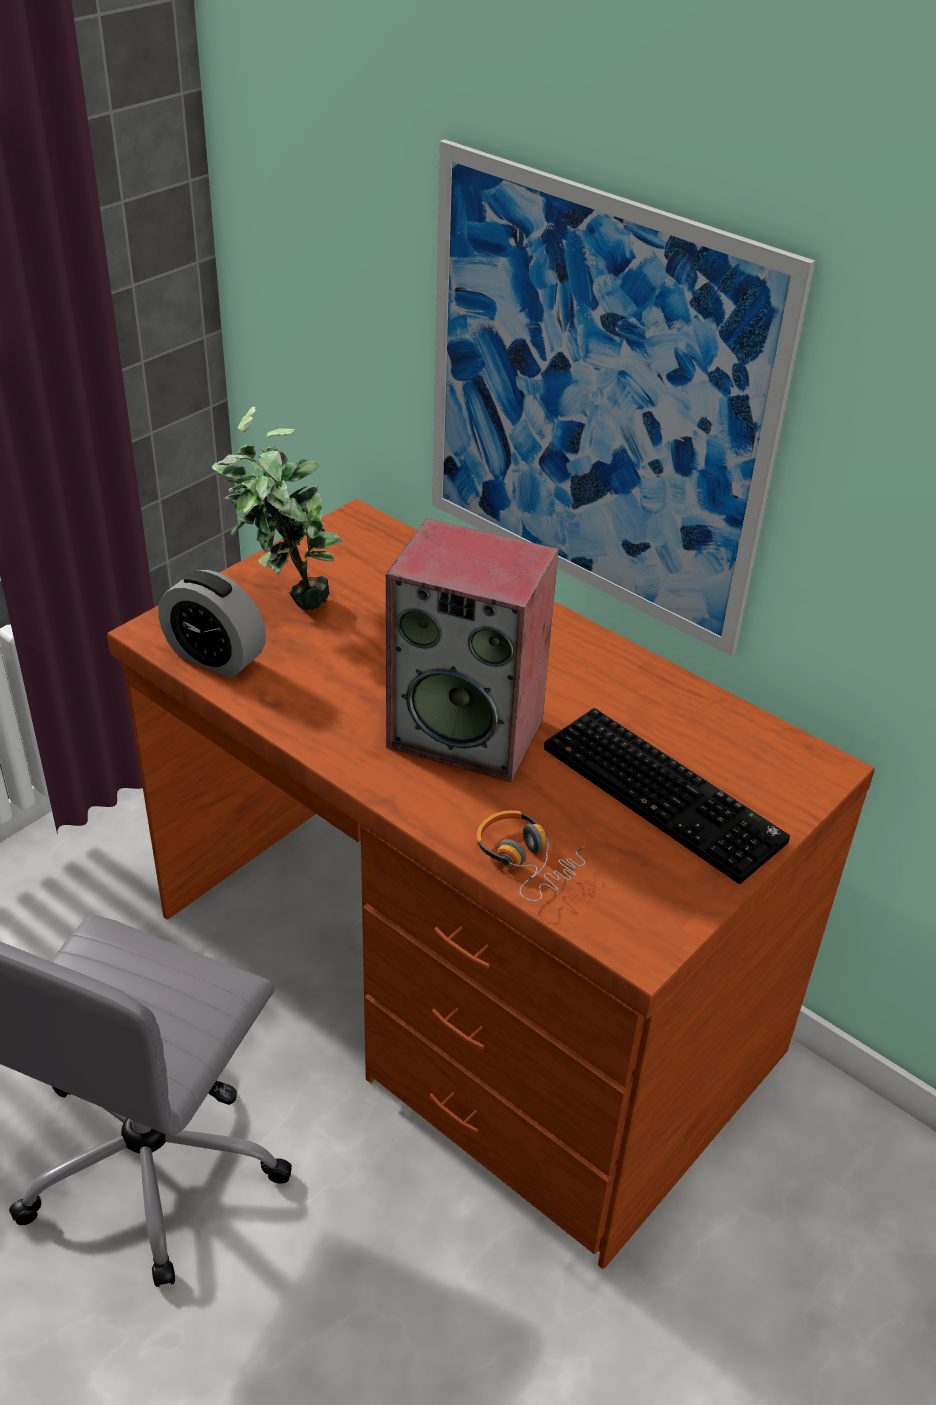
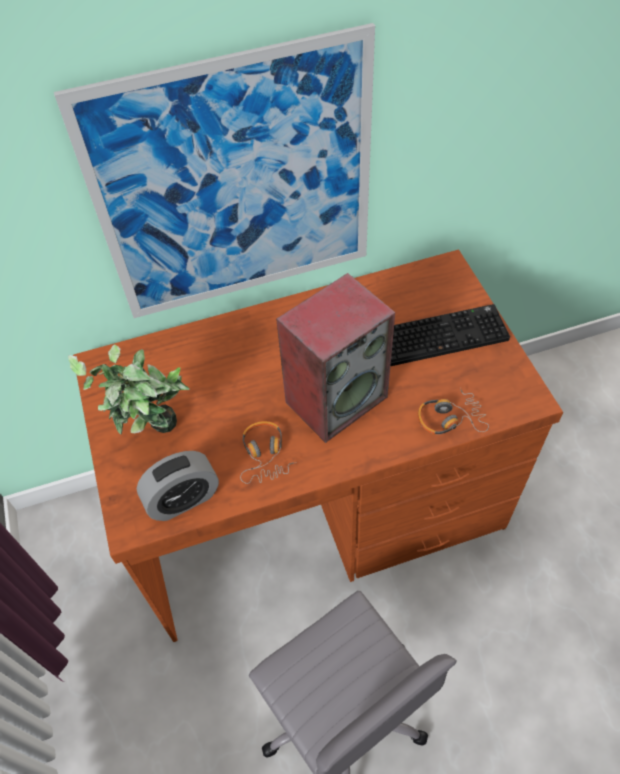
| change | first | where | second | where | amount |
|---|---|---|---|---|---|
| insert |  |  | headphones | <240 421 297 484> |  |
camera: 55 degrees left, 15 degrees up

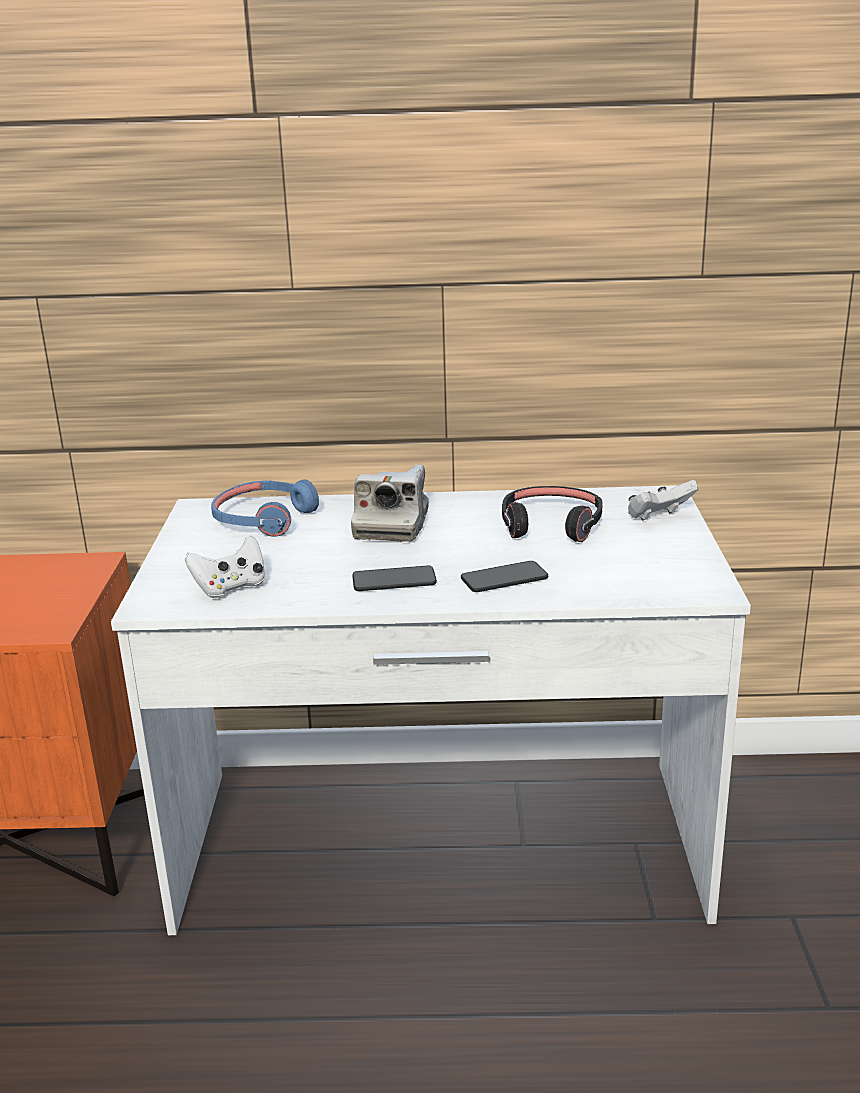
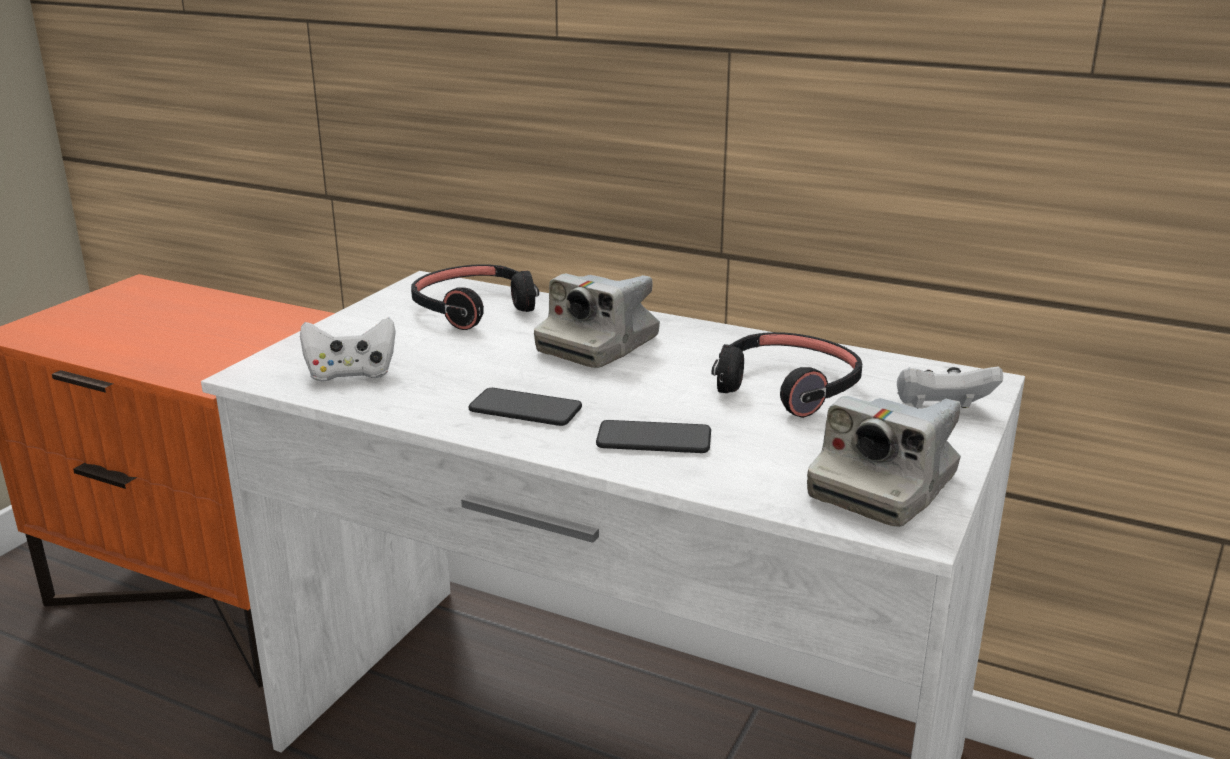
| change | first | where | second | where | amount |
|---|---|---|---|---|---|
| recolor | bluish headphones | <211 479 319 537> | black-coloured headphones | <411 264 539 330> |  |
| insert |  |  | still camera | <807 396 961 527> |  |
camera: 25 degrees right, 0 degrees up

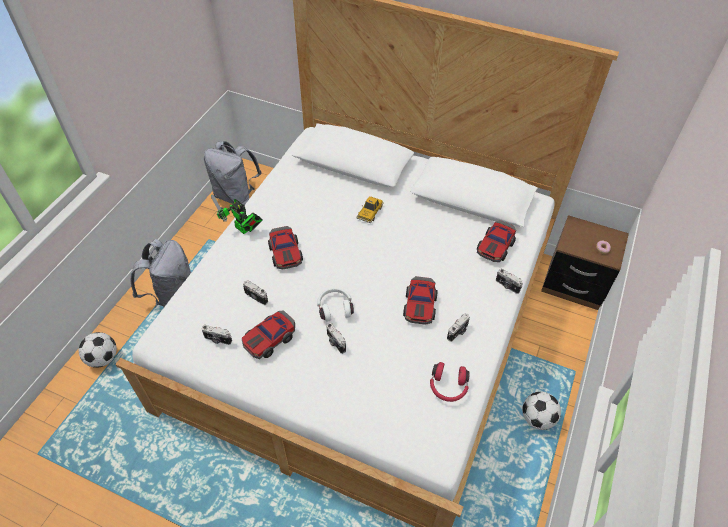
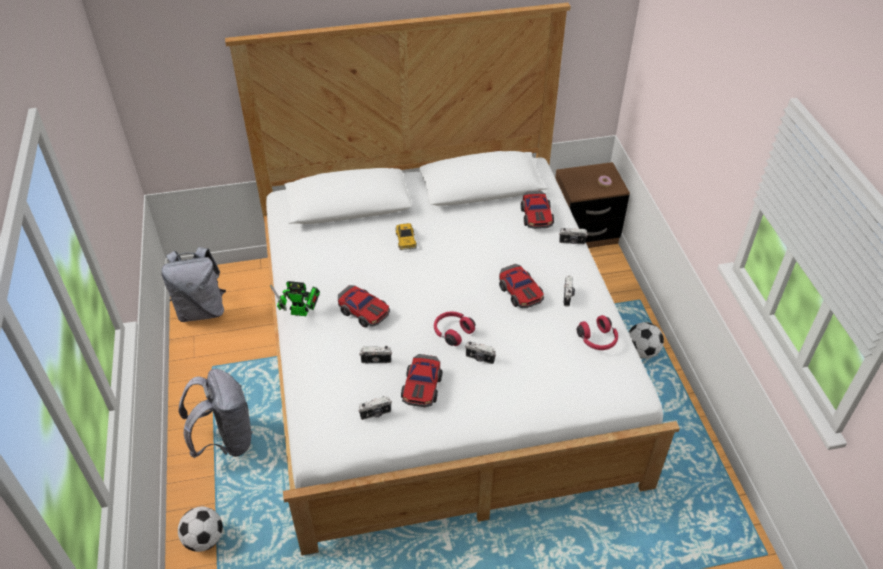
| change | first | where | second | where | amount |
|---|---|---|---|---|---|
| recolor | white headphones | <317 288 354 322> | reddish headphones | <434 312 475 346> |  |
camera: 35 degrees left, 5 degrees down

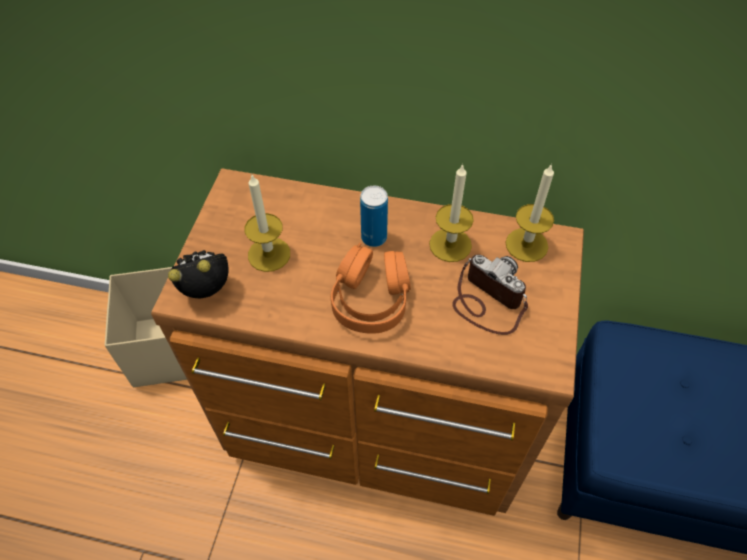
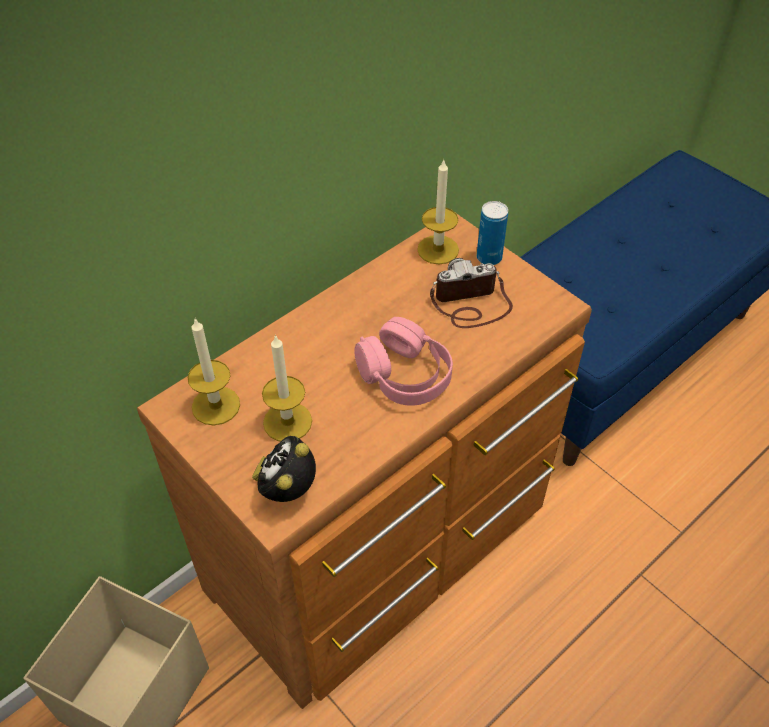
| change | first | where | second | where | amount |
|---|---|---|---|---|---|
| recolor | orange headphones | <331 243 411 334> | pink headphones | <354 317 453 406> |  |
| move | sealed can | <360 186 388 247> |  | <476 201 508 265> |  |
| move | wax candle | <429 164 474 262> |  | <187 318 240 425> |  |
camera: 55 degrees left, 5 degrees down

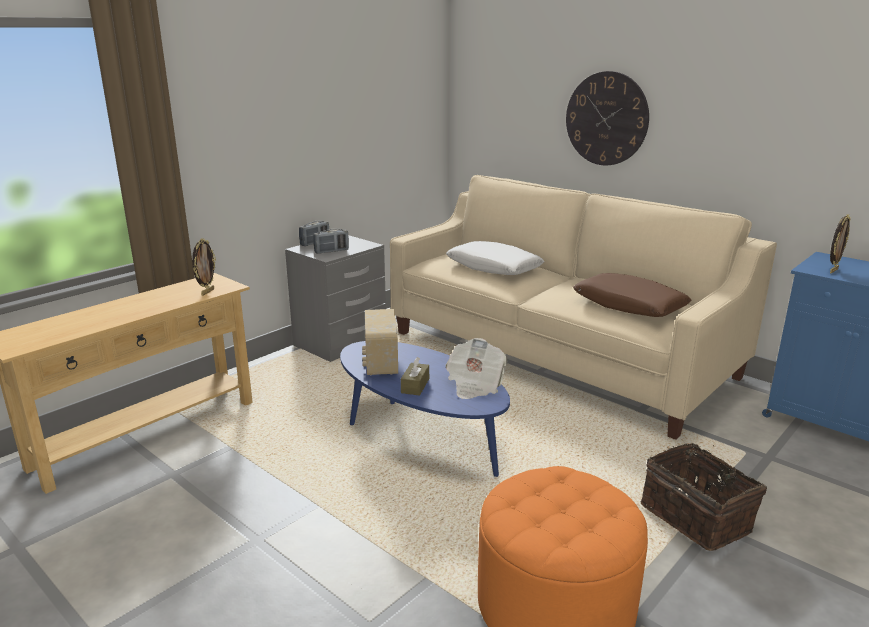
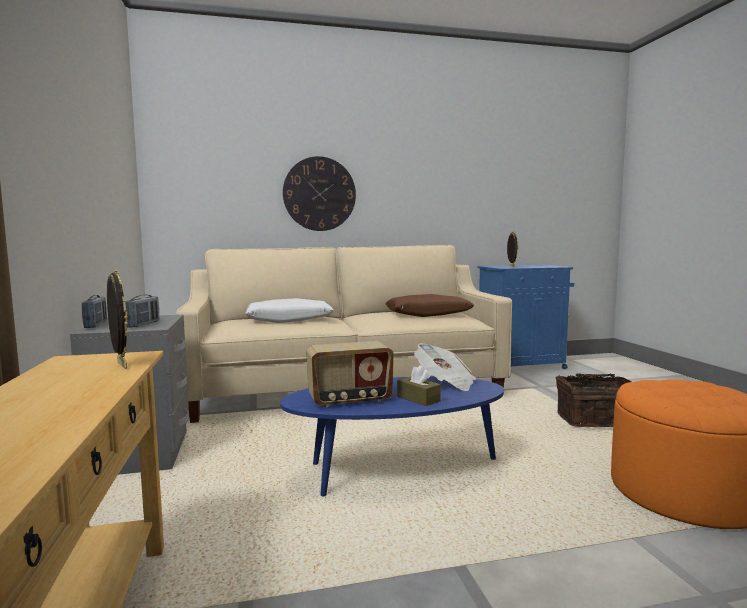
| change | first | where | second | where | amount |
|---|---|---|---|---|---|
| rotate | radio receiver | <362 309 398 375> |  | <306 341 394 408> | 45 degrees counterclockwise |
camera: 55 degrees left, 15 degrees down

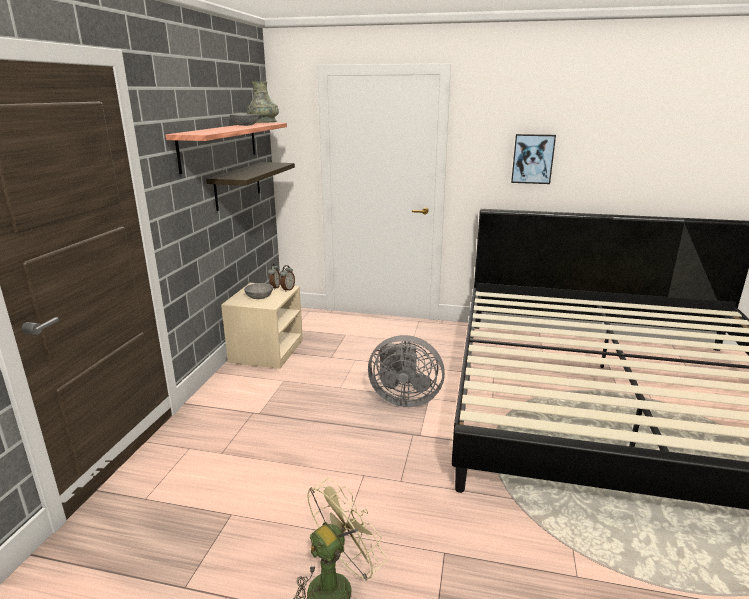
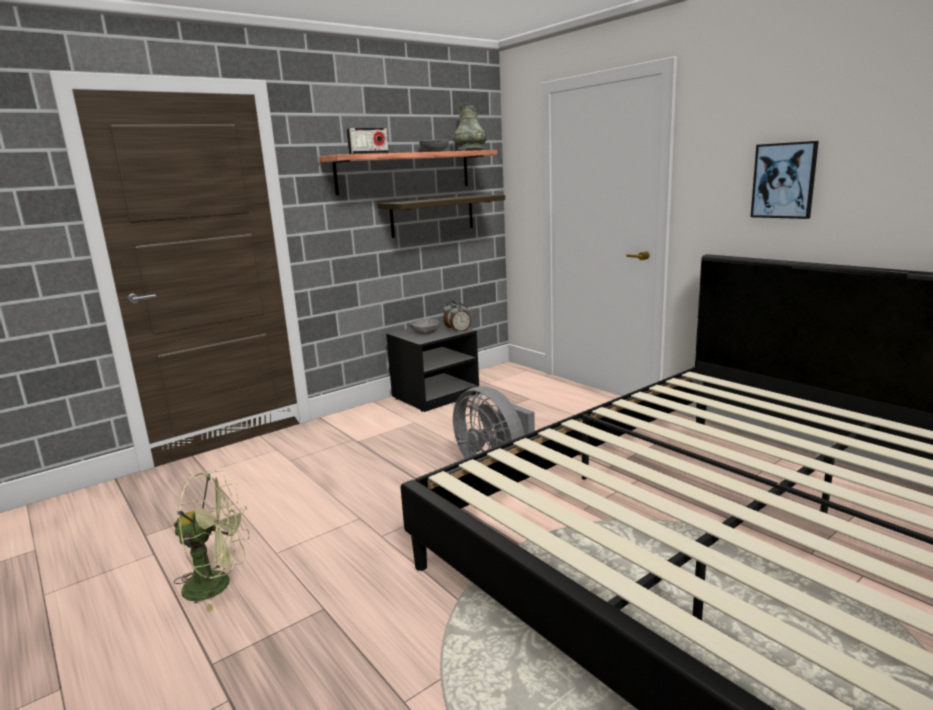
| change | first | where | second | where | amount |
|---|---|---|---|---|---|
| recolor | beige-coloured nightstand | <221 283 303 369> | black-coloured nightstand | <386 321 479 412> |  |
| insert |  |  | radio receiver | <346 128 389 154> |  |
camera: 40 degrees right, 5 degrees down

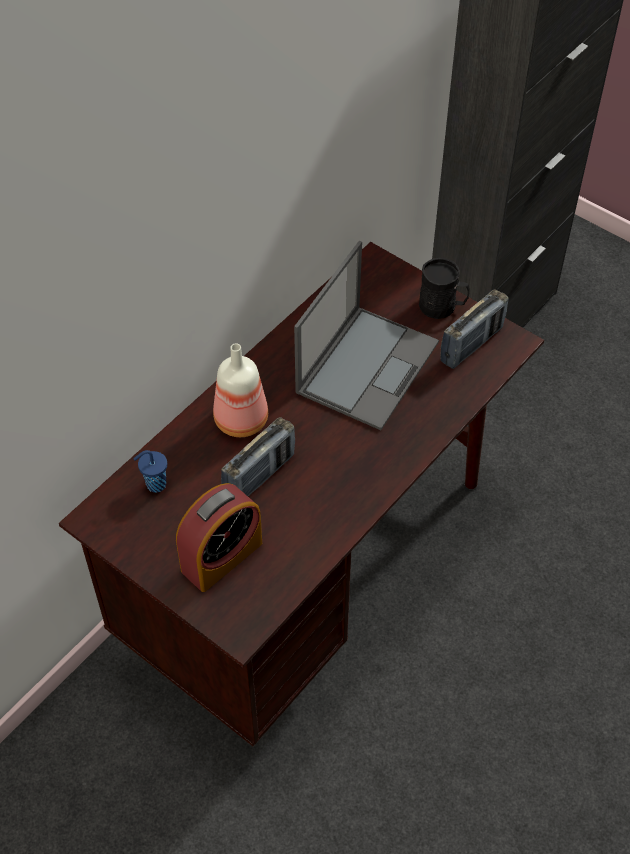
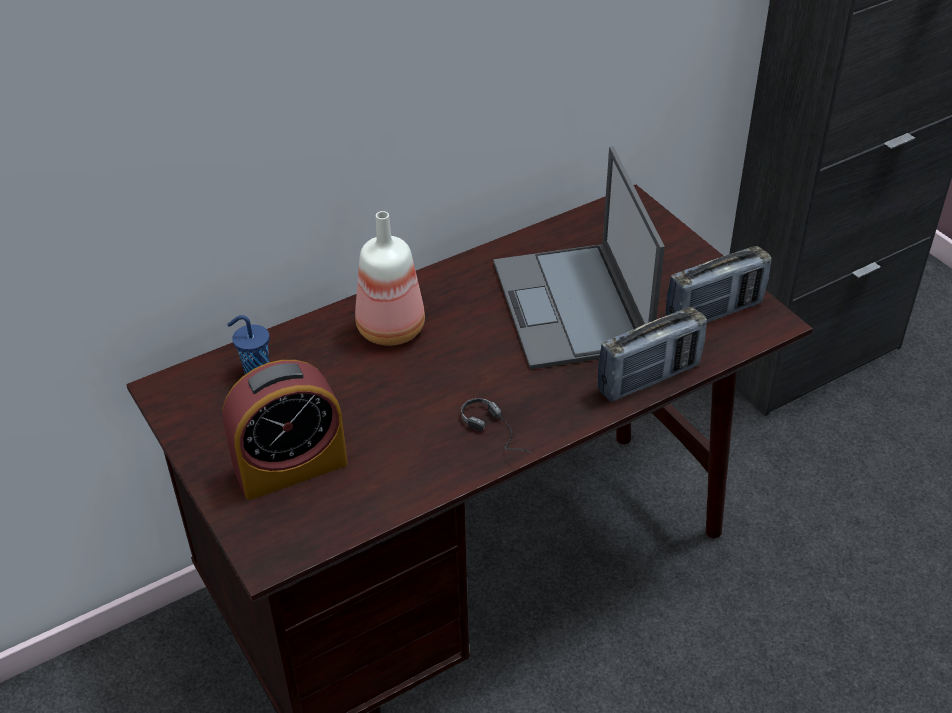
| change | first | where | second | where | amount |
|---|---|---|---|---|---|
| move | radio receiver | <221 417 295 496> |  | <597 307 707 402> |  |
| rotate | portable computer | <294 241 439 430> |  | <493 146 665 369> | 120 degrees clockwise |
| delete | black-coloured tea mug | <419 258 470 319> |  |  |  |
| insert |  |  | headphones | <461 398 532 453> |  |
camera: 20 degrees right, 10 degrees down

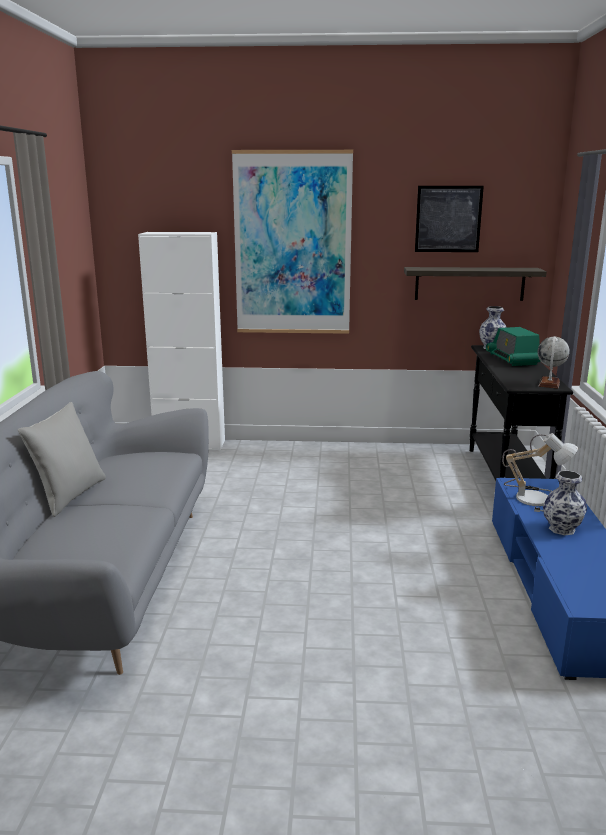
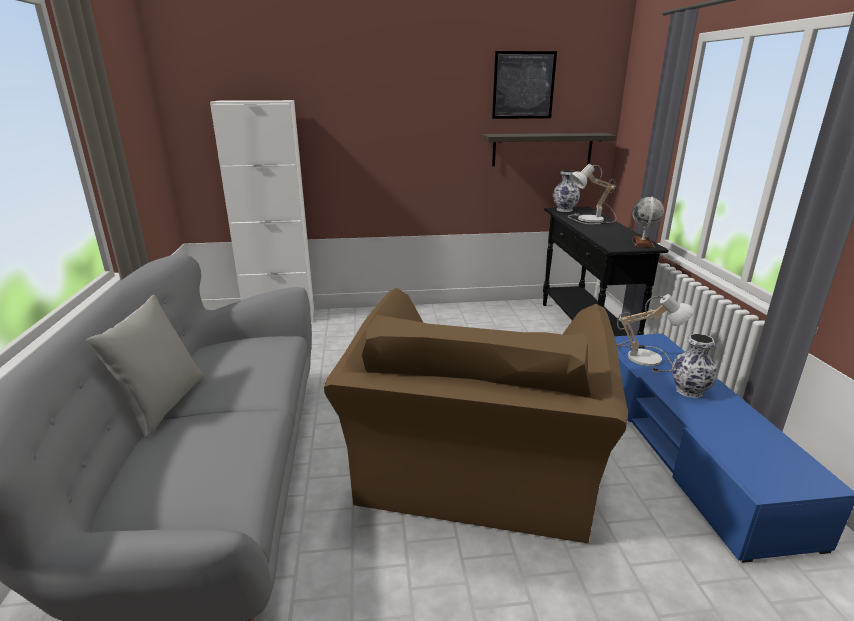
| change | first | where | second | where | amount |
|---|---|---|---|---|---|
| delete | wall picture | <232 150 353 334> |  |  |  |
| replace | radio receiver | <486 327 540 366> | lamp for a table | <568 164 617 225> |  |
| insert |  |  | brown-coloured lounge chair | <324 288 628 543> |  |
camera: 10 degrees left, 5 degrees up

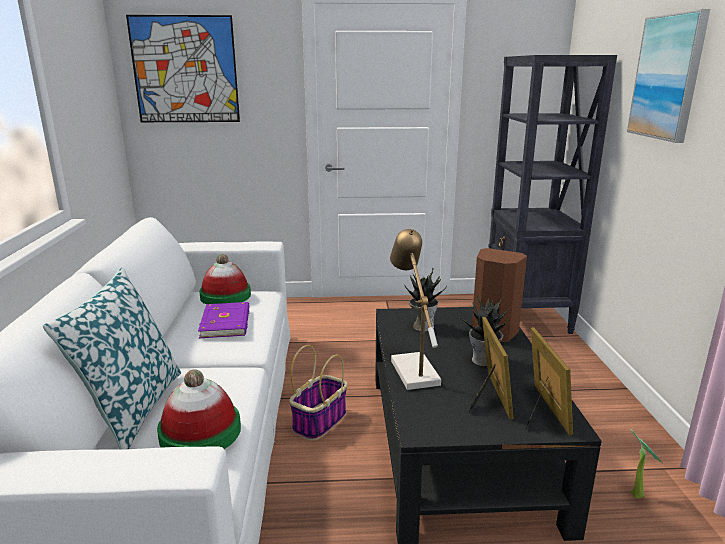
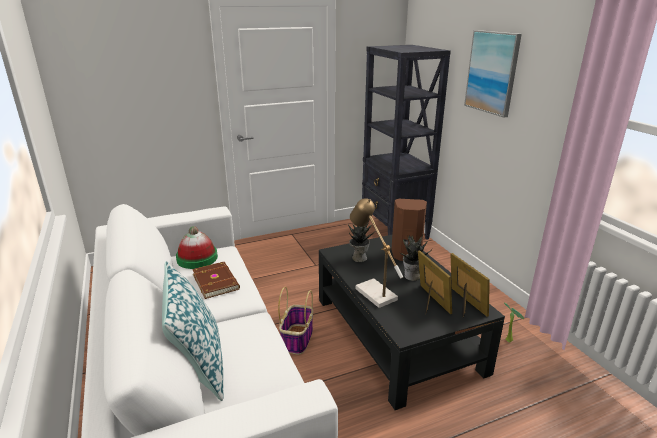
| change | first | where | second | where | amount |
|---|---|---|---|---|---|
| delete | wall picture | <126 15 240 122> |  |  |  |
| delete | clothing hat | <157 369 241 449> |  |  |  |
| recolor | purple book | <198 302 250 338> | brown-coloured book | <192 262 240 299> |  |
camera: 20 degrees left, 5 degrees up

